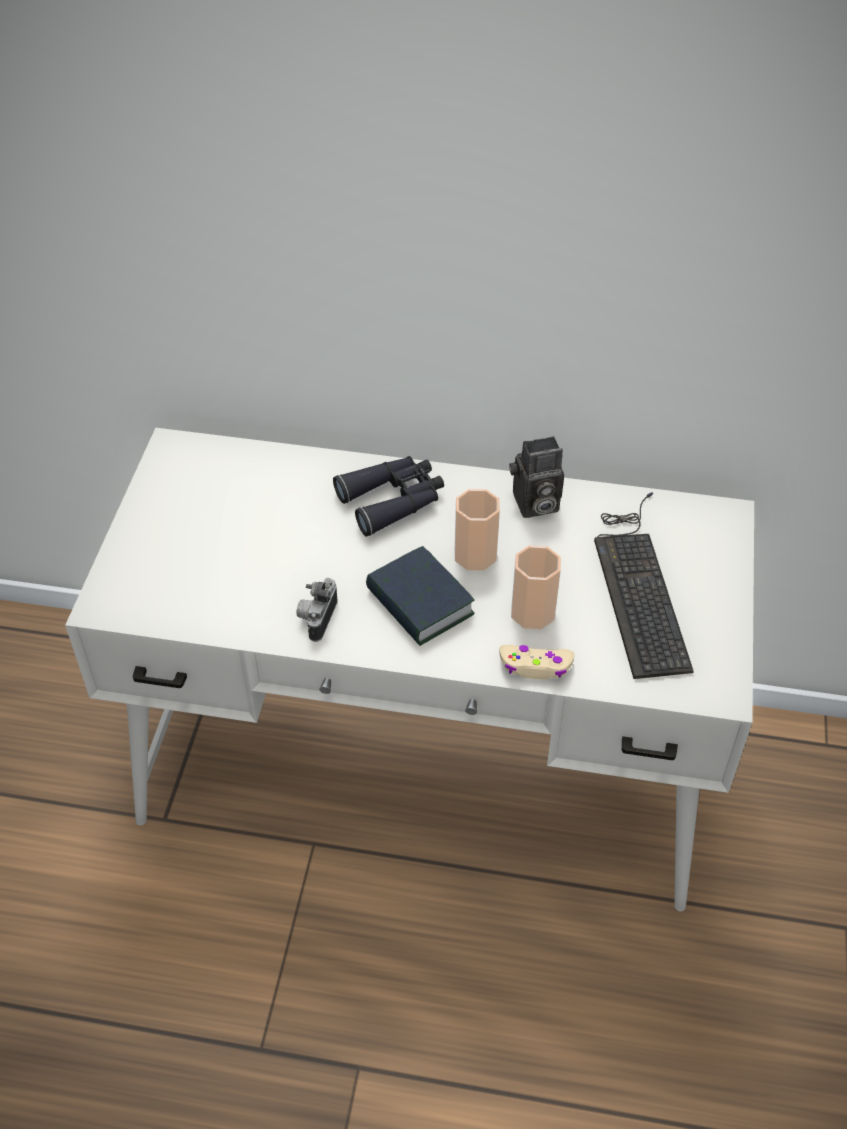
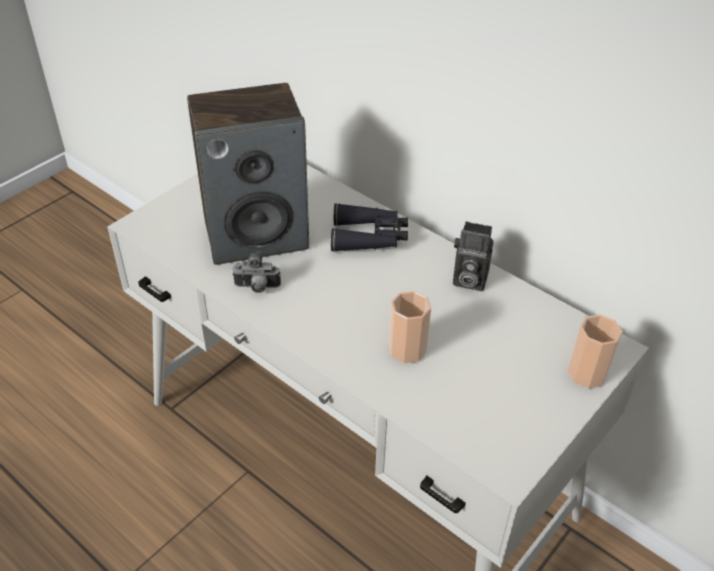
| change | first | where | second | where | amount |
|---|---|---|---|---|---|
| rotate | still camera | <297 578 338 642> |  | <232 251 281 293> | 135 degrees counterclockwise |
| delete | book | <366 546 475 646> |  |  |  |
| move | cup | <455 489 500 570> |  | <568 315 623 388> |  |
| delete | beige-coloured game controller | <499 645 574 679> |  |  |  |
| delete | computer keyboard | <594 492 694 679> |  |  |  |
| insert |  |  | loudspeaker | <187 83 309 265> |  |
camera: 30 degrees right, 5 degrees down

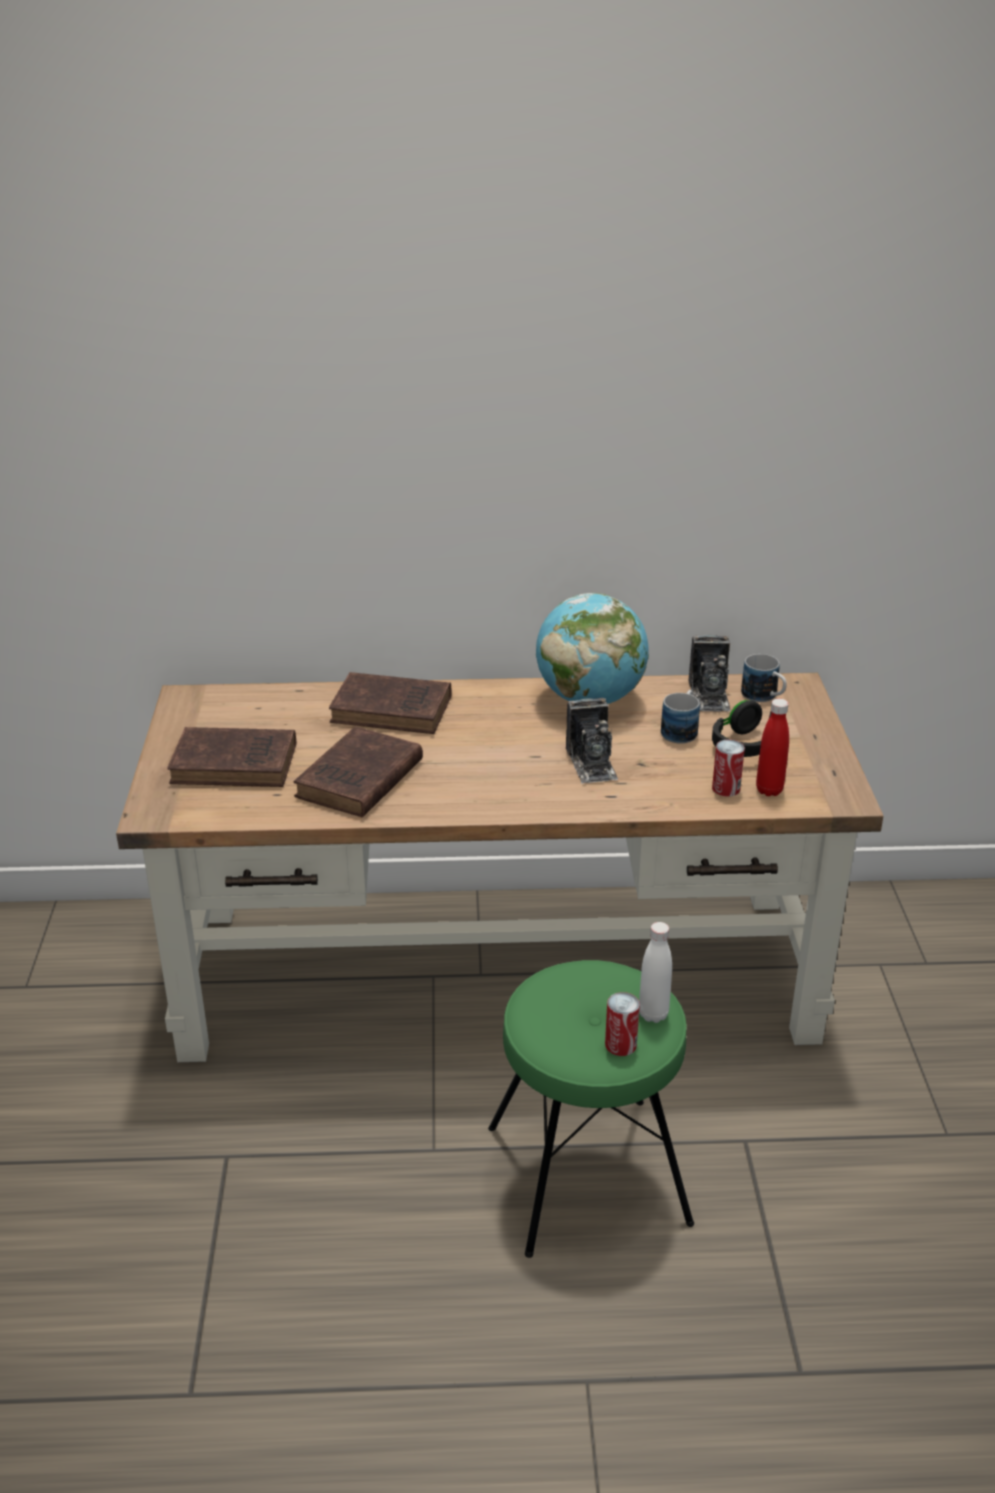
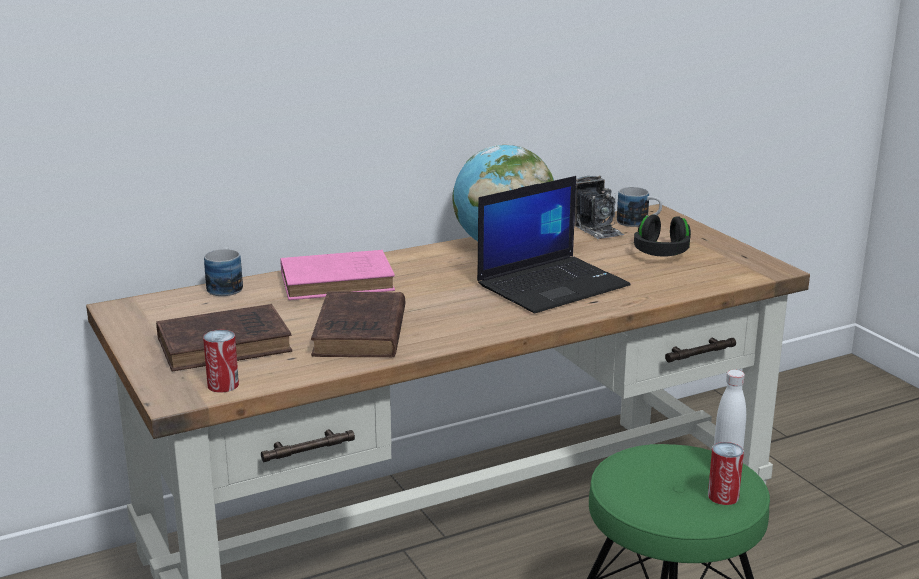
| change | first | where | second | where | amount |
|---|---|---|---|---|---|
| recolor | brown-coloured book | <329 672 452 734> | pink book | <281 250 395 300> |  |
| replace | still camera | <566 698 618 784> | portable computer | <477 176 631 314> |  |
| move | tea mug | <661 690 700 744> |  | <204 248 243 296> |  |
| move | sealed can | <712 739 745 797> |  | <203 330 239 393> |  |
| delete | reddish beverage bottle | <756 699 789 796> |  |  |  |
camera: 25 degrees left, 10 degrees down

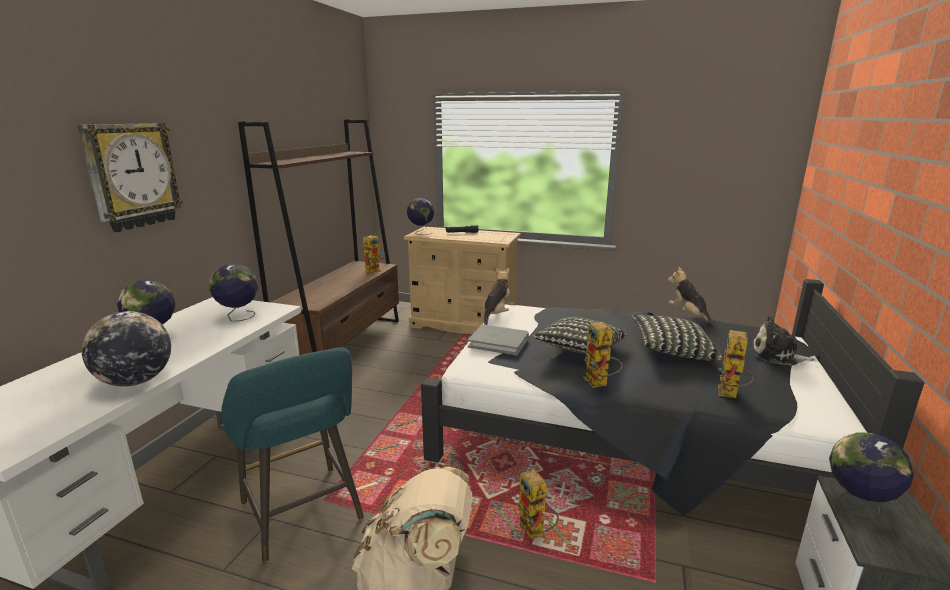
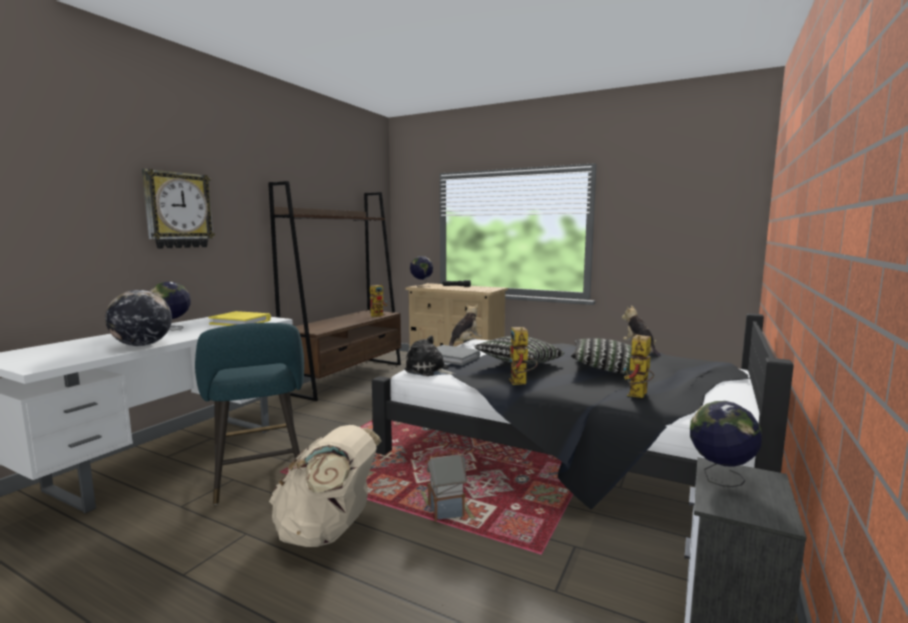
| change | first | where | second | where | amount |
|---|---|---|---|---|---|
| replace | world globe | <209 263 258 321> | yellow-coloured book | <209 311 271 326> |  |
| replace | toy robot | <517 469 559 539> | model house | <426 452 468 522> |  |
| move | plush toy | <752 315 815 366> |  | <405 336 454 376> |  |
camera: 10 degrees right, 10 degrees down

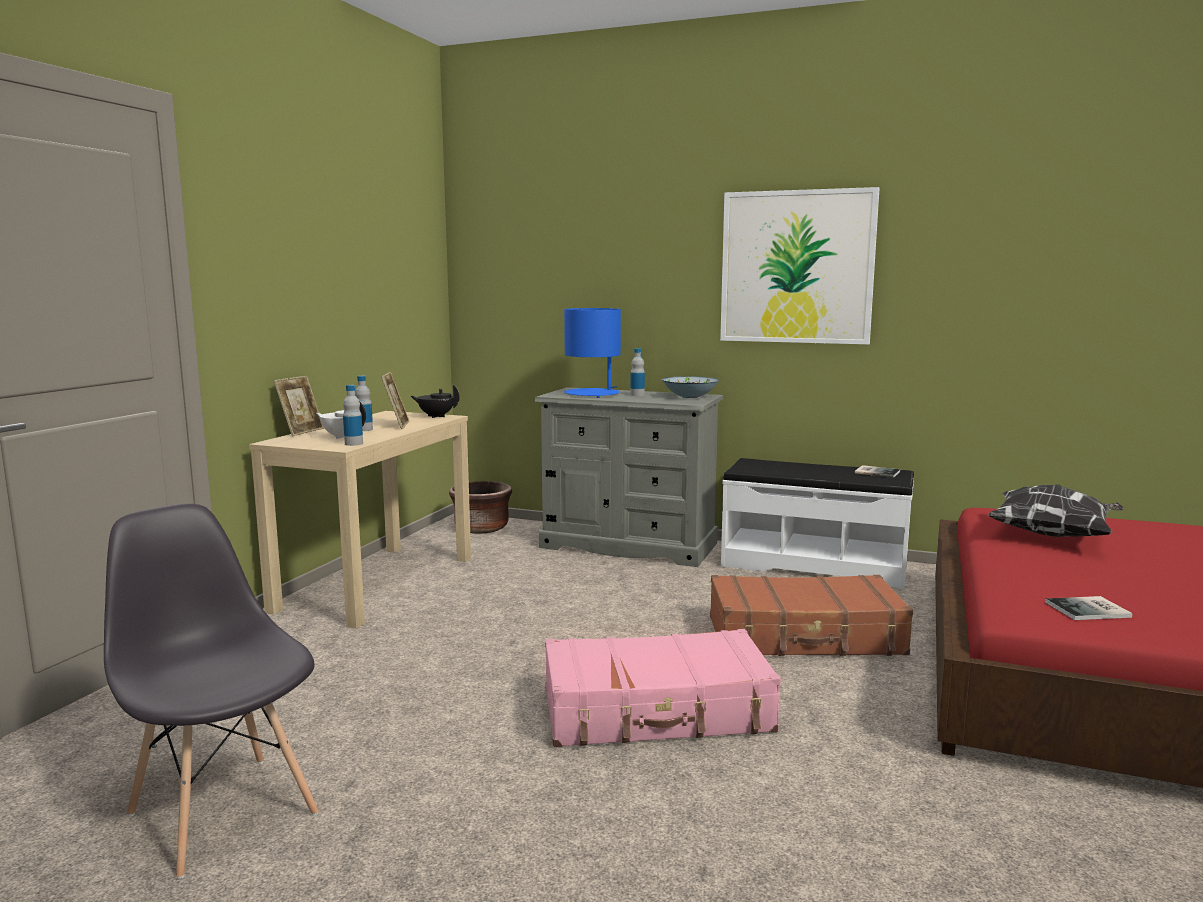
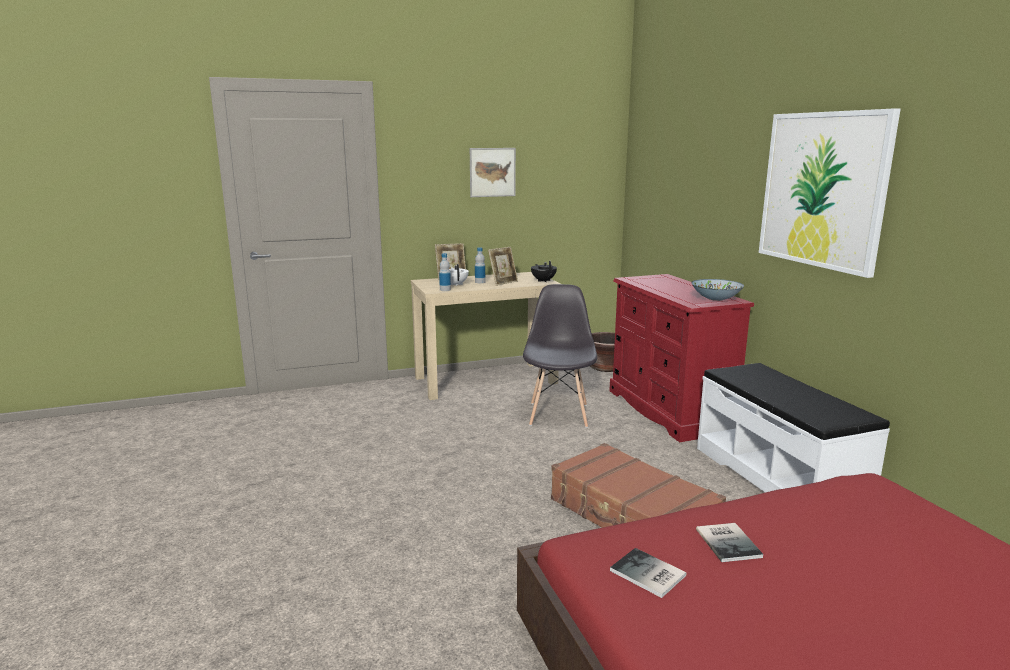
| change | first | where | second | where | amount |
|---|---|---|---|---|---|
| move | grey chair | <104 503 319 879> |  | <523 284 597 428> |  |
| recolor | grey chest of drawers | <535 387 723 567> | reddish chest of drawers | <609 274 754 442> |  |
| delete | pink piece of luggage | <545 629 781 747> |  |  |  |
| delete | bluish lamp for a table | <564 308 621 398> |  |  |  |
| delete | beverage bottle | <630 348 645 396> |  |  |  |
| move | book | <855 465 900 478> |  | <696 523 763 562> |  |
| delete | throw pillow | <987 485 1124 537> |  |  |  |
| insert |  |  | wall picture | <470 148 516 197> |  |
camera: 50 degrees right, 5 degrees up

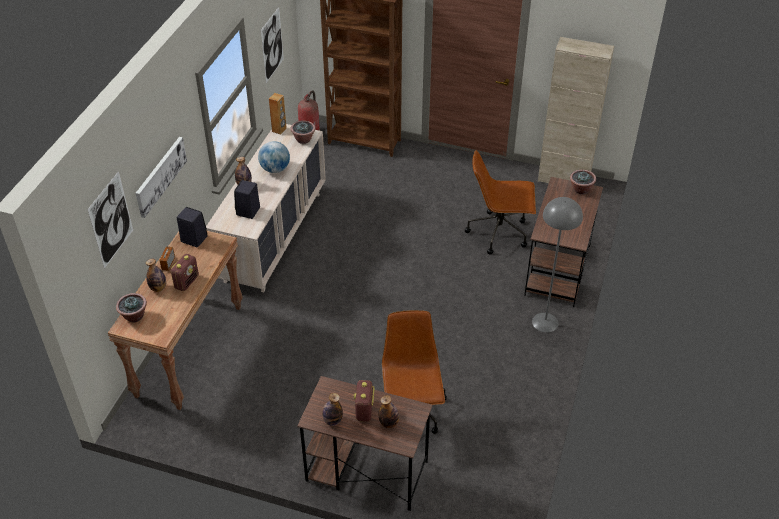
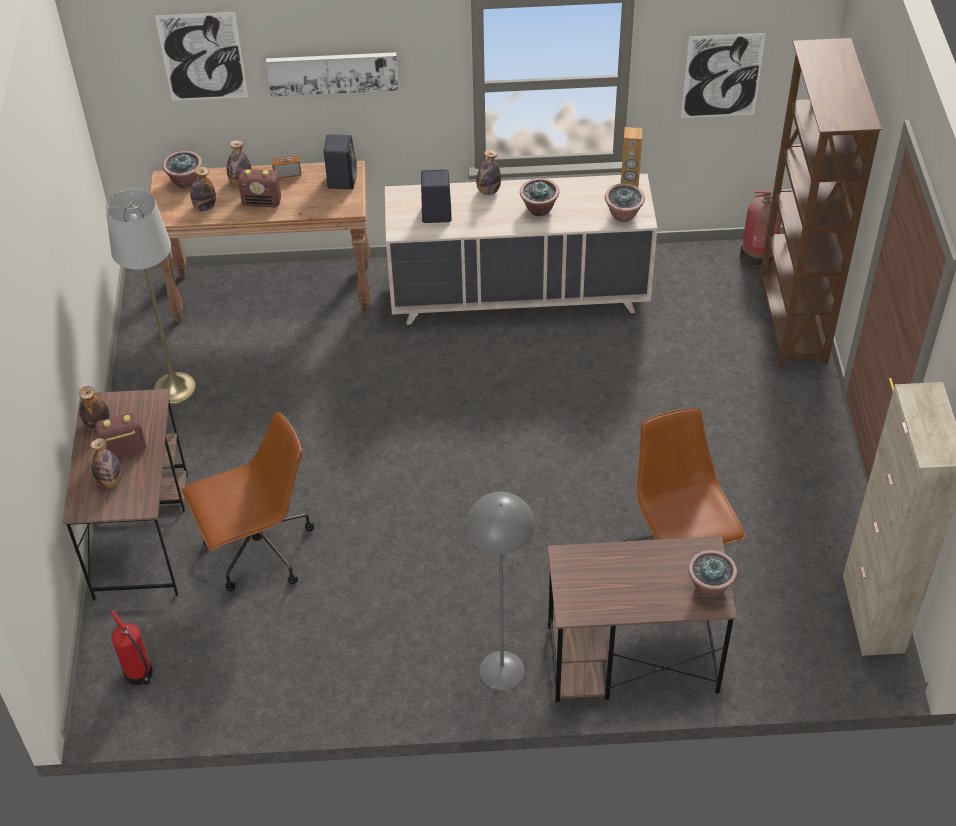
| change | first | where | second | where | amount |
|---|---|---|---|---|---|
| replace | world globe | <258 141 290 173> | houseplant | <520 178 560 216> |  |
| insert |  |  | grey floor lamp | <106 189 196 405> |  |
| insert |  |  | fire-fighting cylinder | <110 610 153 685> |  |
| insert |  |  | beverage bottle | <191 166 216 211> |  |
camera: 70 degrees right, 5 degrees up

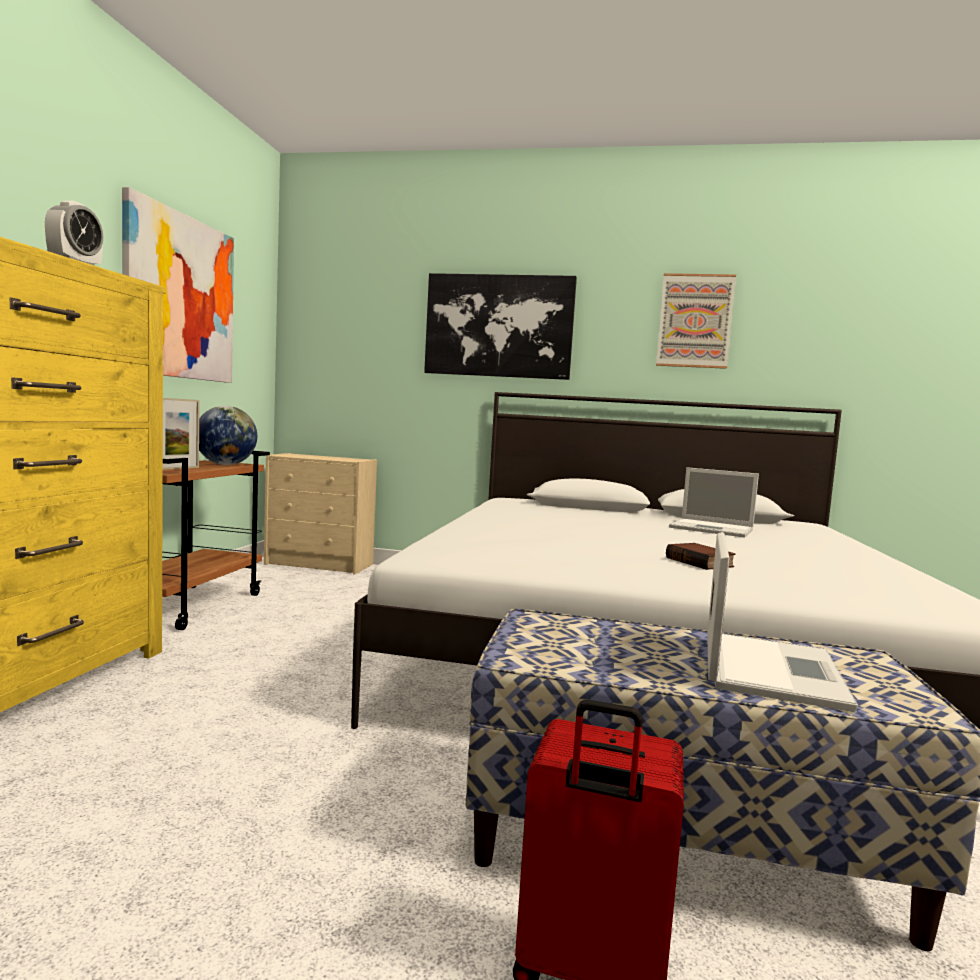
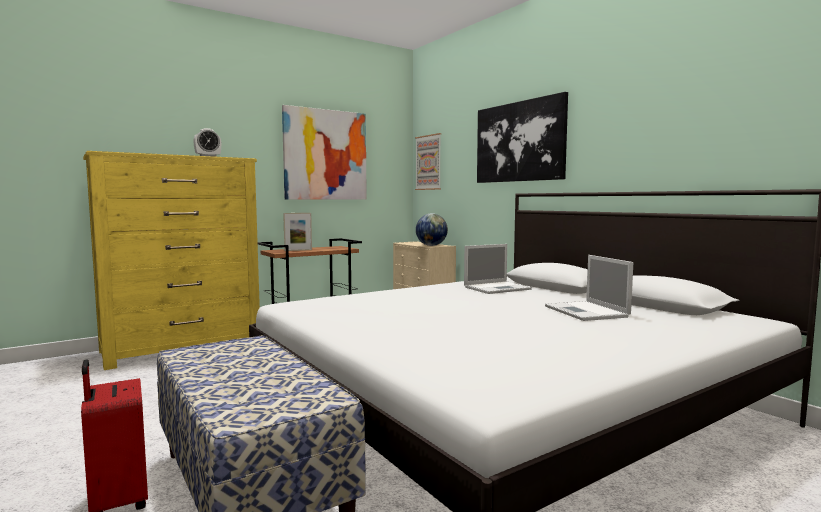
| change | first | where | second | where | amount |
|---|---|---|---|---|---|
| move | world globe | <199 406 257 465> |  | <416 213 448 246> |  |
| move | wall picture | <656 273 736 369> |  | <415 133 441 190> |  |
| delete | book | <666 543 736 570> |  |  |  |
| move | portable computer | <707 532 858 712> |  | <464 244 532 294> |  |
camera: 45 degrees right, 0 degrees up

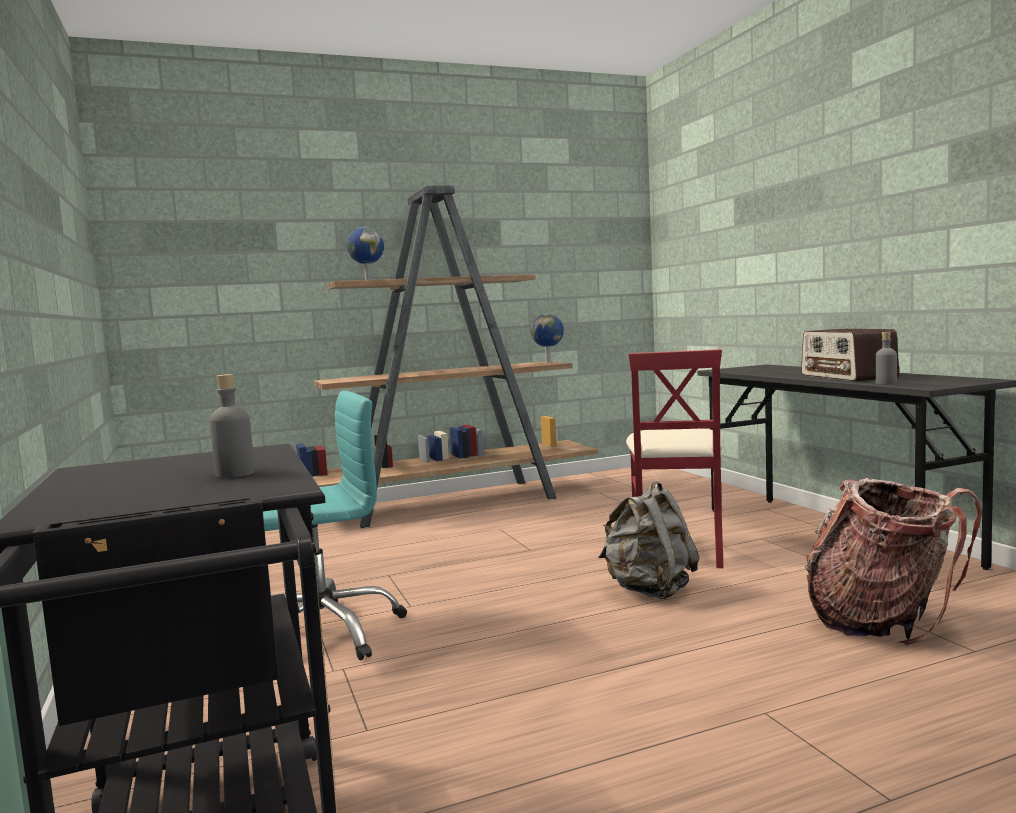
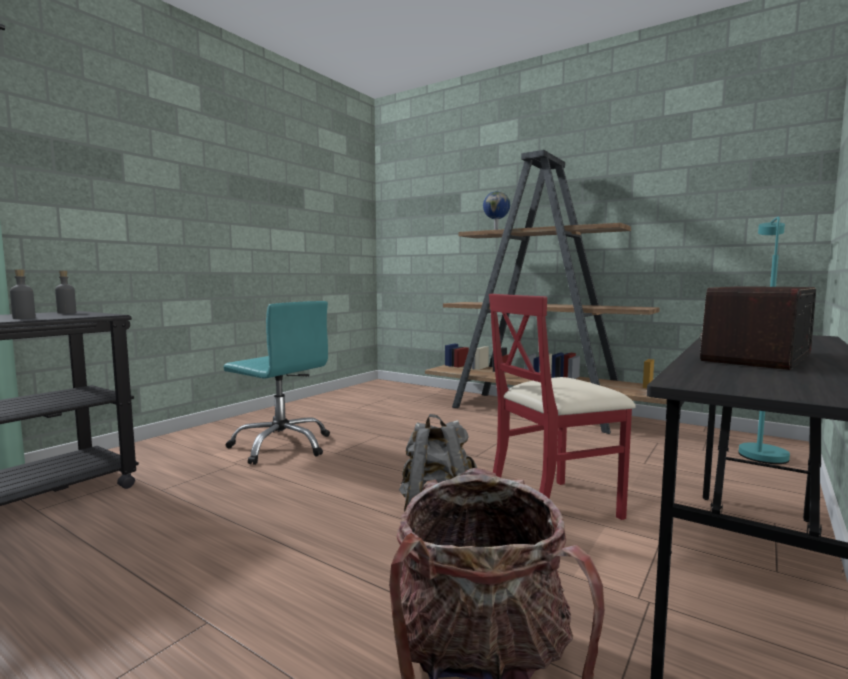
| change | first | where | second | where | amount |
|---|---|---|---|---|---|
| delete | world globe | <531 314 564 363> |  |  |  |
| move | grey beverage bottle | <875 332 897 384> |  | <55 271 76 314> |  |
| insert |  |  | turquoise-coloured floor lamp | <739 217 790 464> |  |
camera: 55 degrees right, 0 degrees up

